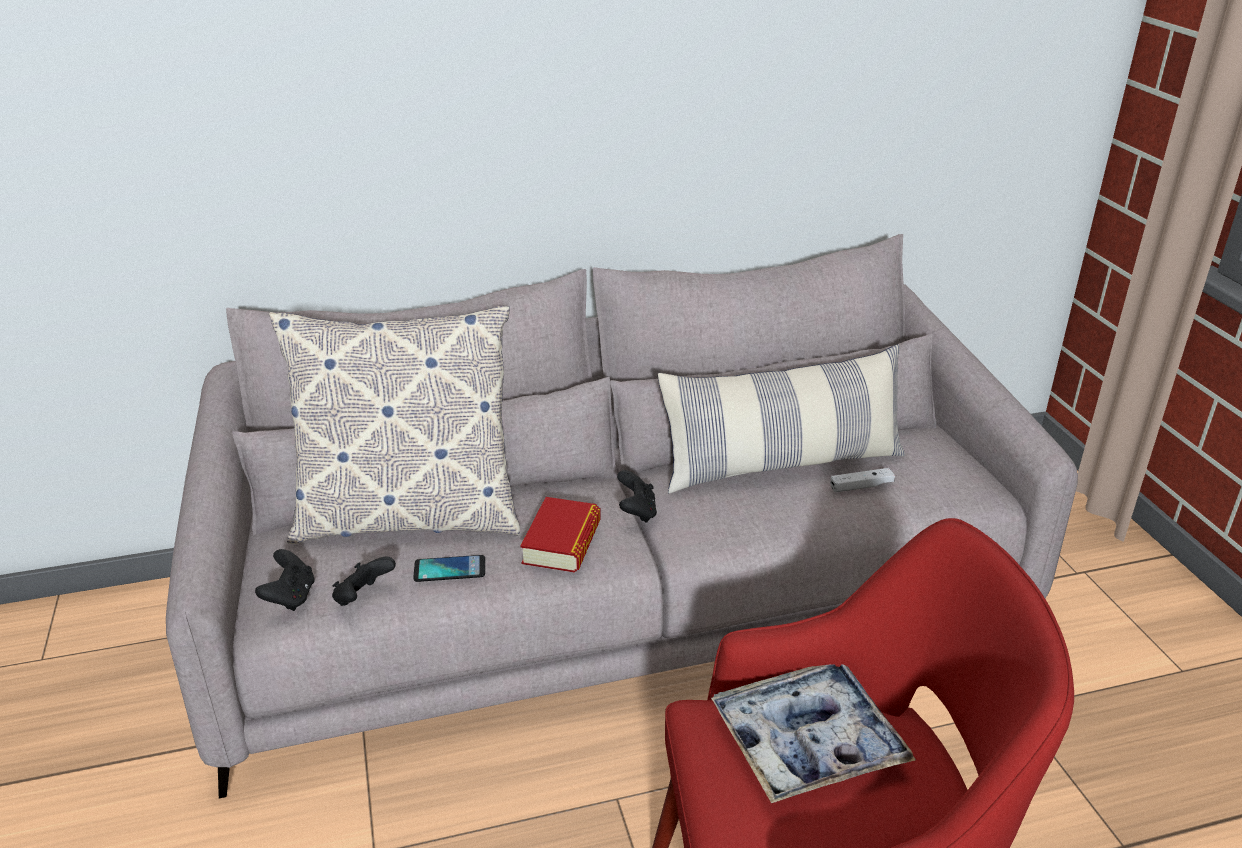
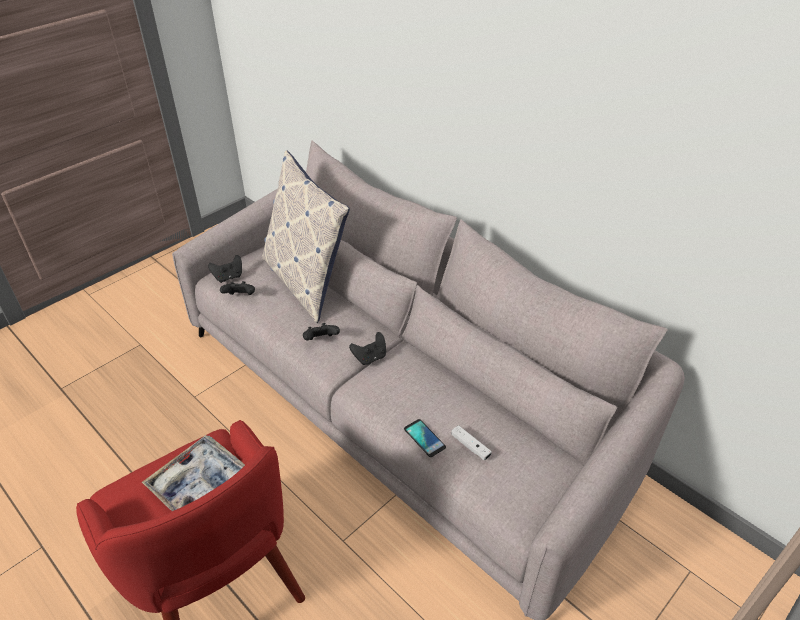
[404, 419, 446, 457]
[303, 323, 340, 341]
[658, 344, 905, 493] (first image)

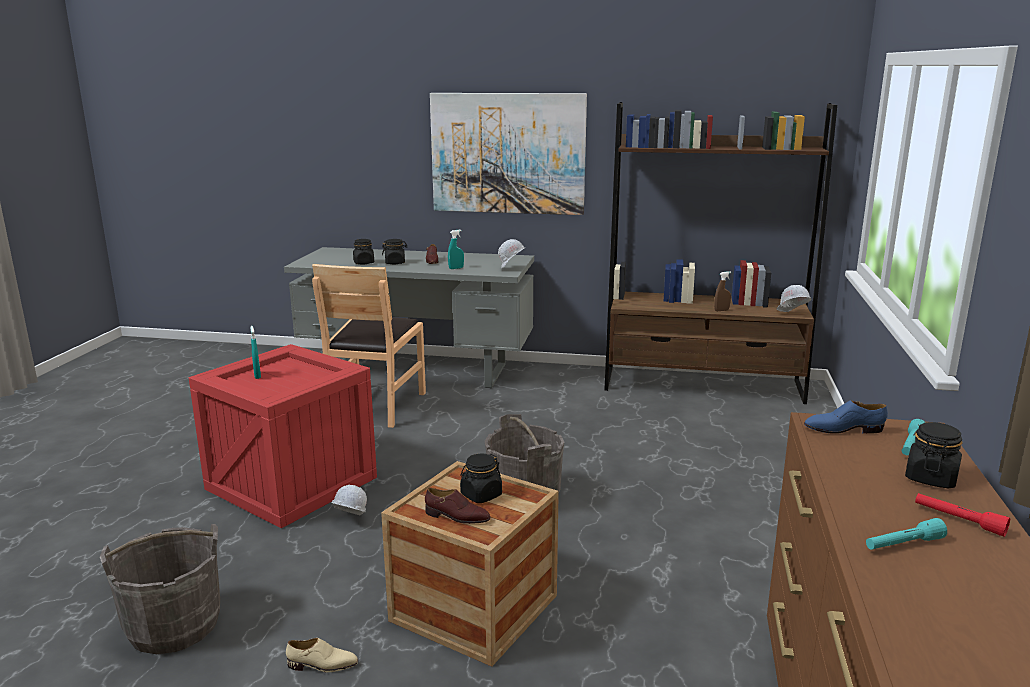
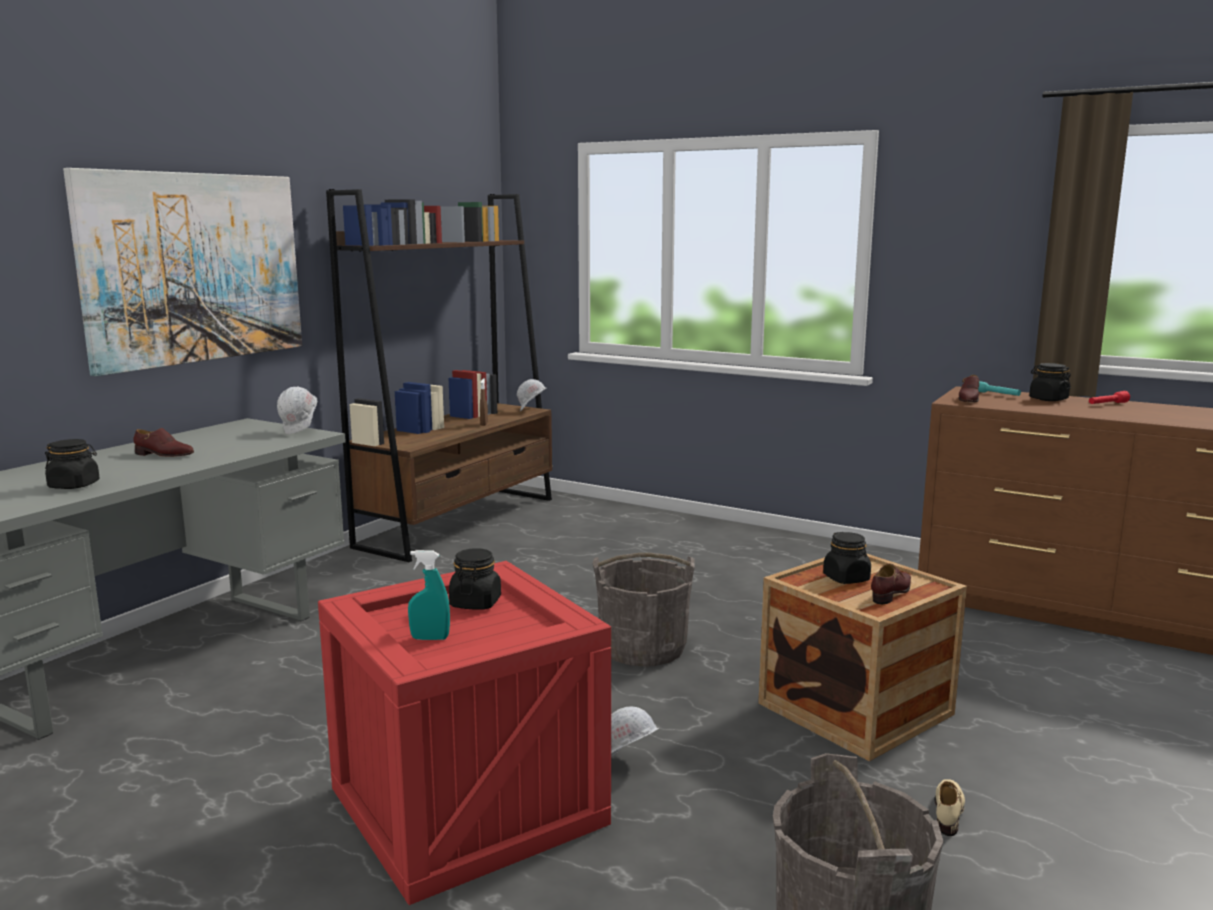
[312, 264, 426, 428] (first image)
[449, 548, 501, 610]
[448, 230, 464, 269] (first image)
[958, 375, 979, 402]
[866, 518, 947, 550] (first image)

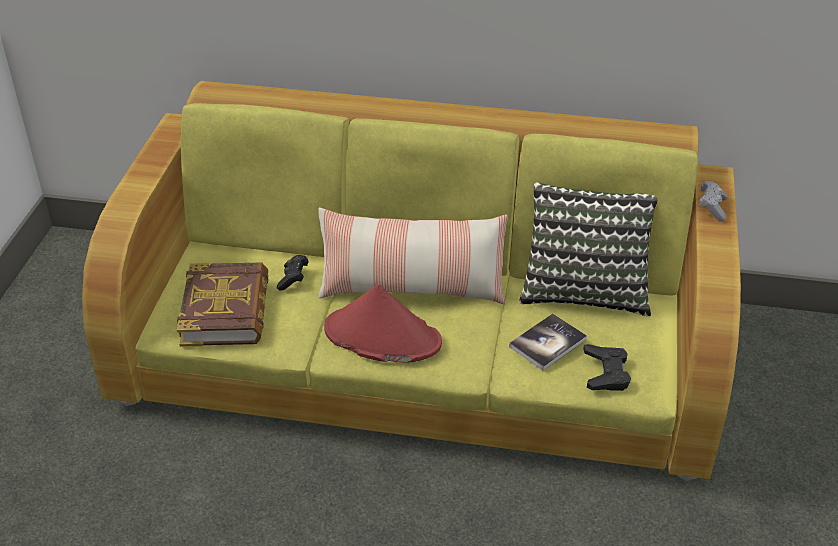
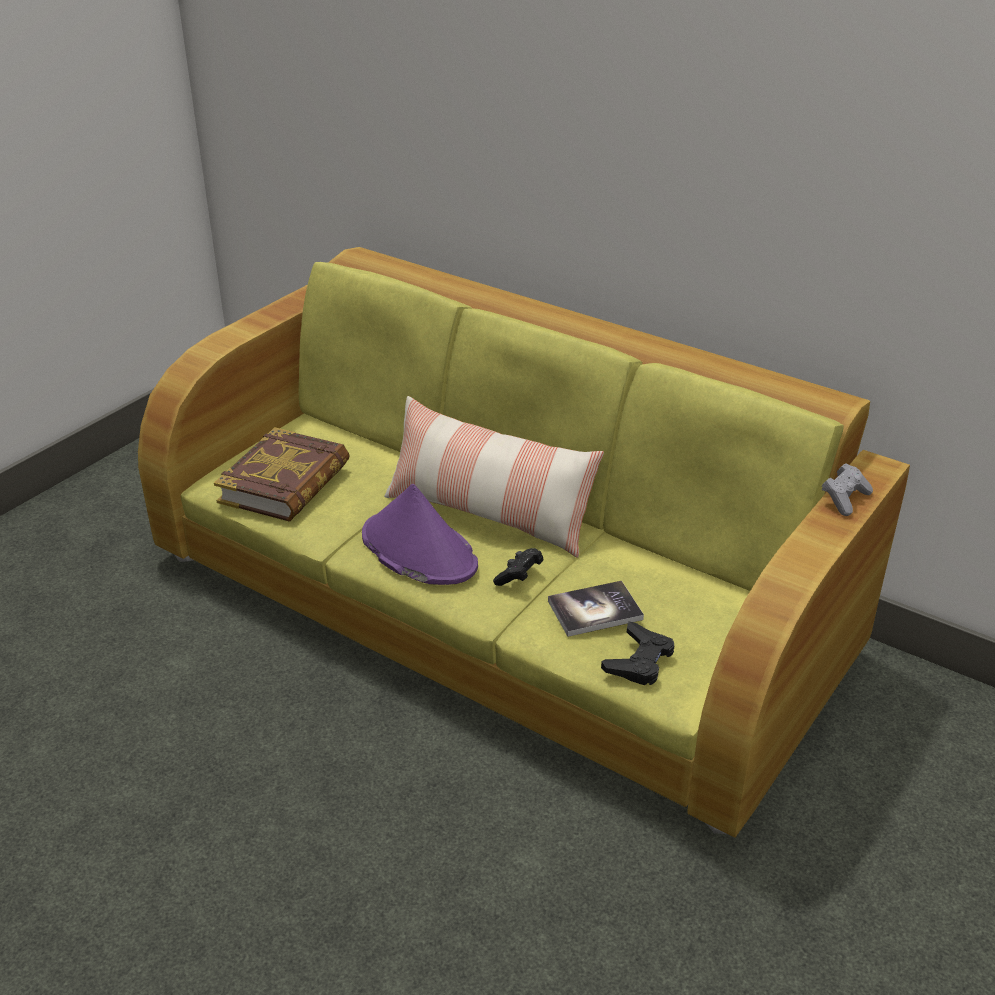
[493, 548, 544, 586]
[362, 484, 478, 585]
[519, 182, 657, 317] (first image)

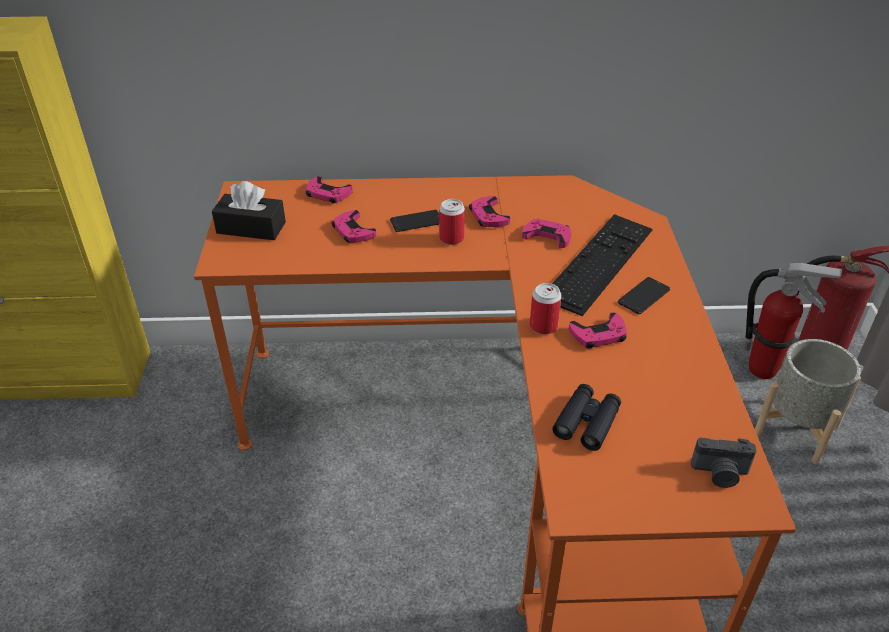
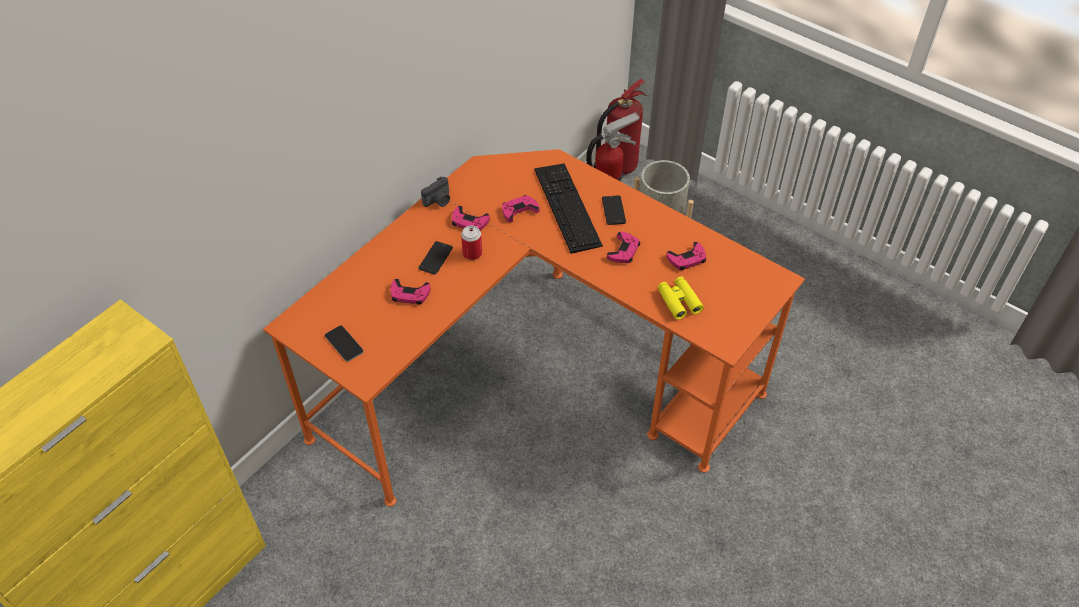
[325, 326, 364, 362]
[666, 242, 706, 270]
[530, 283, 562, 335] (first image)
[658, 277, 704, 320]
[421, 177, 450, 207]

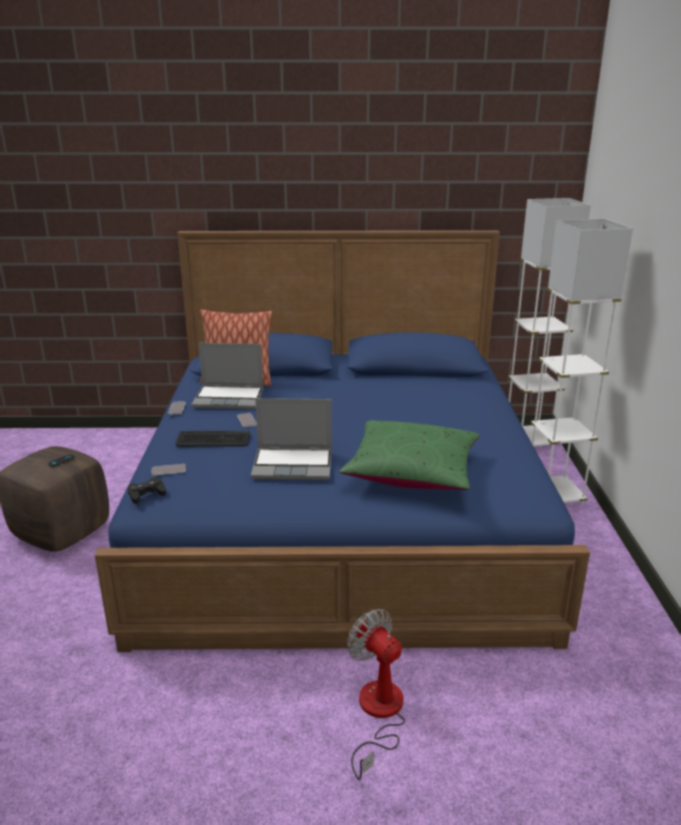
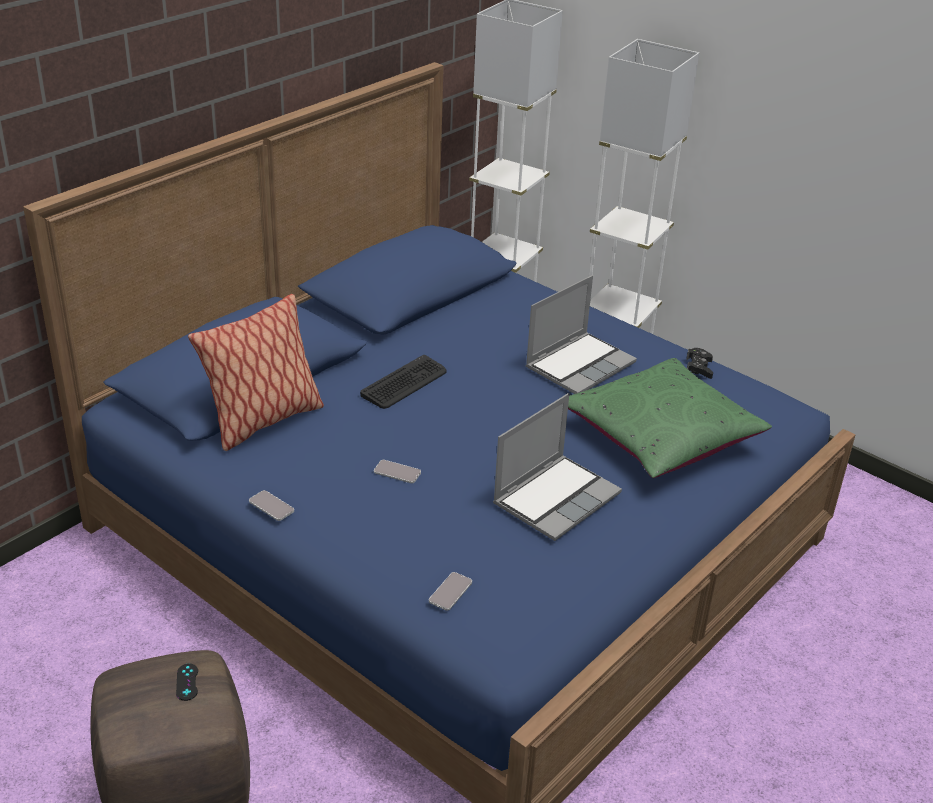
[686, 348, 713, 379]
[360, 355, 447, 409]
[526, 275, 637, 394]
[347, 609, 405, 780] (first image)

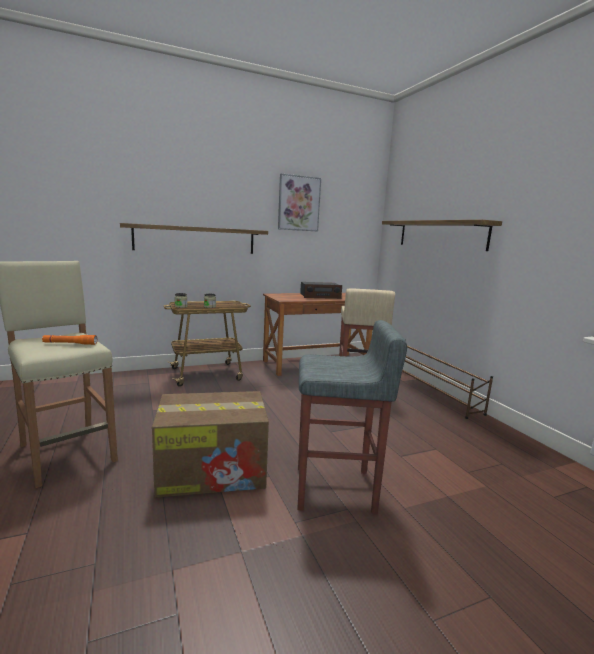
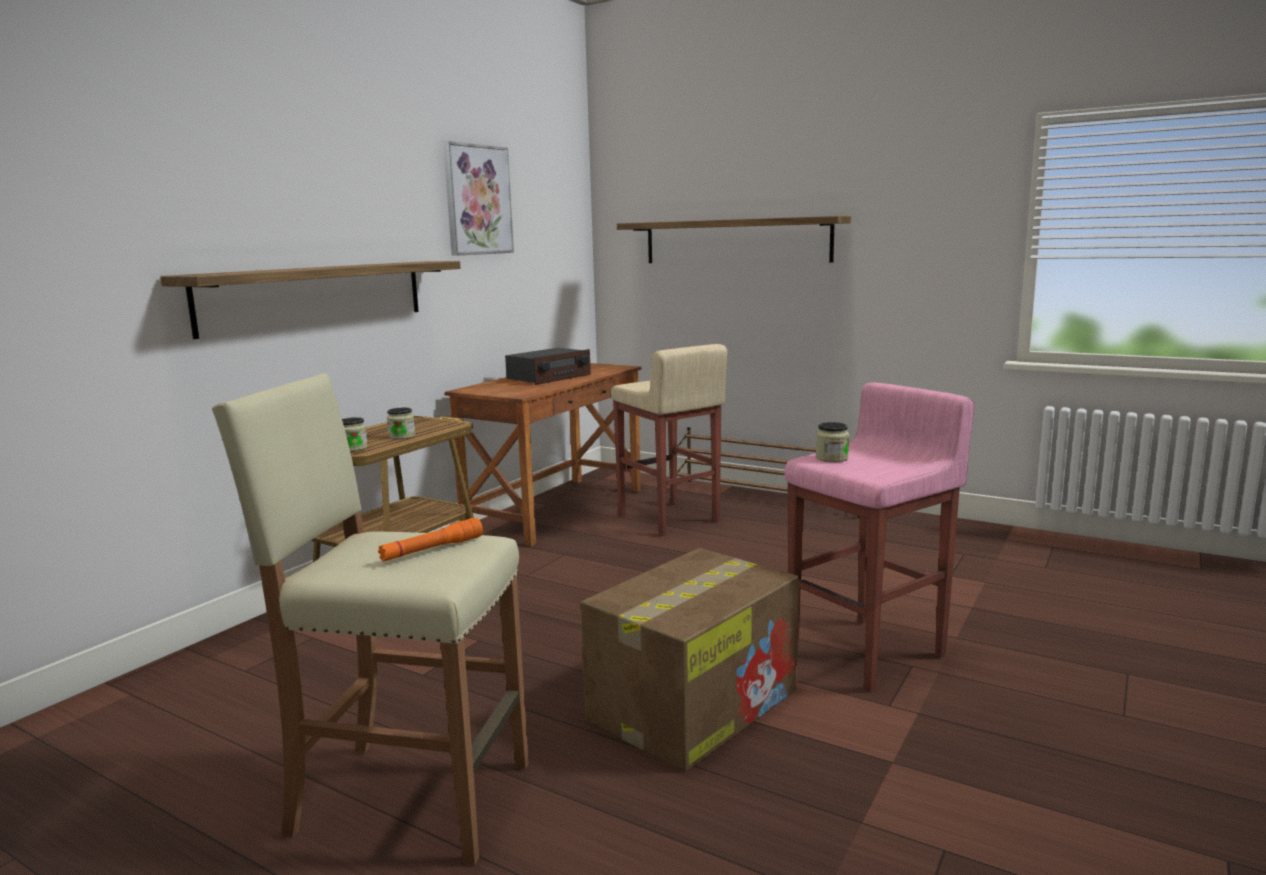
[784, 382, 974, 693]
[816, 422, 849, 462]

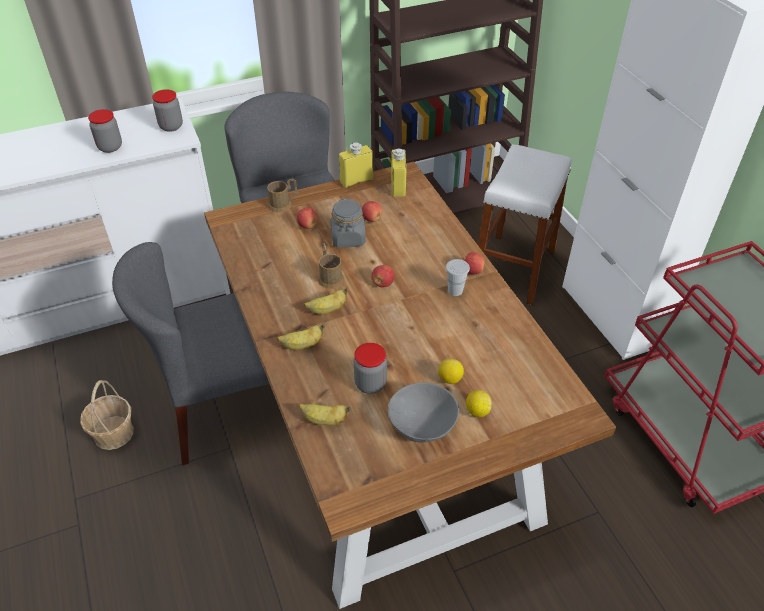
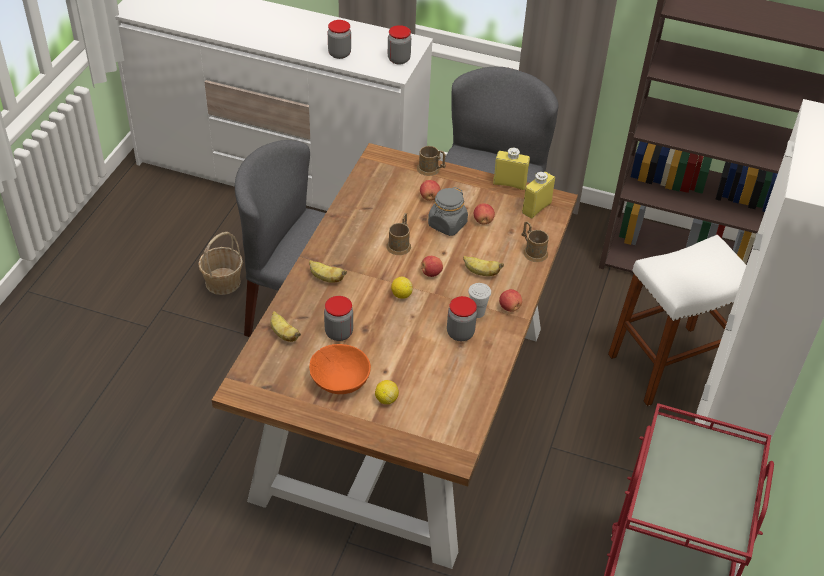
[463, 256, 504, 276]
[309, 344, 371, 394]
[391, 277, 413, 299]
[447, 296, 477, 341]
[522, 221, 549, 262]

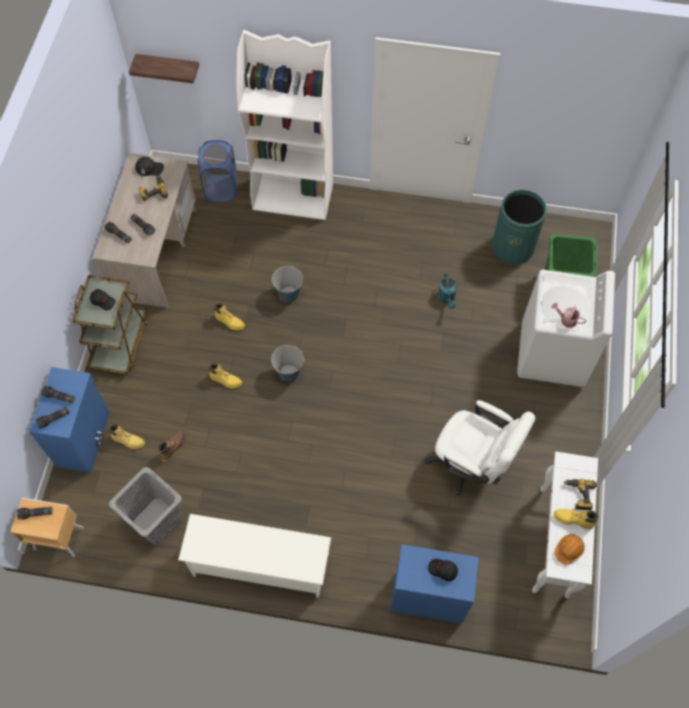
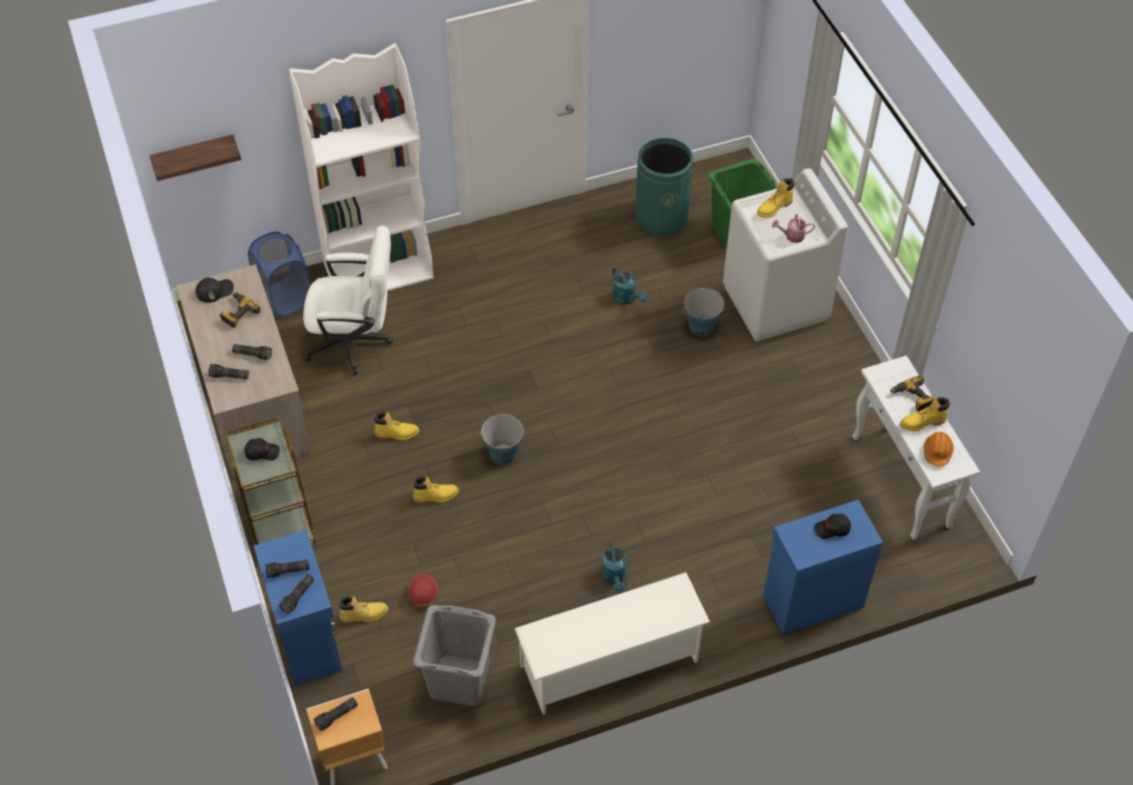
[408, 574, 438, 607]
[683, 288, 724, 336]
[303, 226, 393, 375]
[602, 541, 627, 592]
[757, 178, 795, 218]

